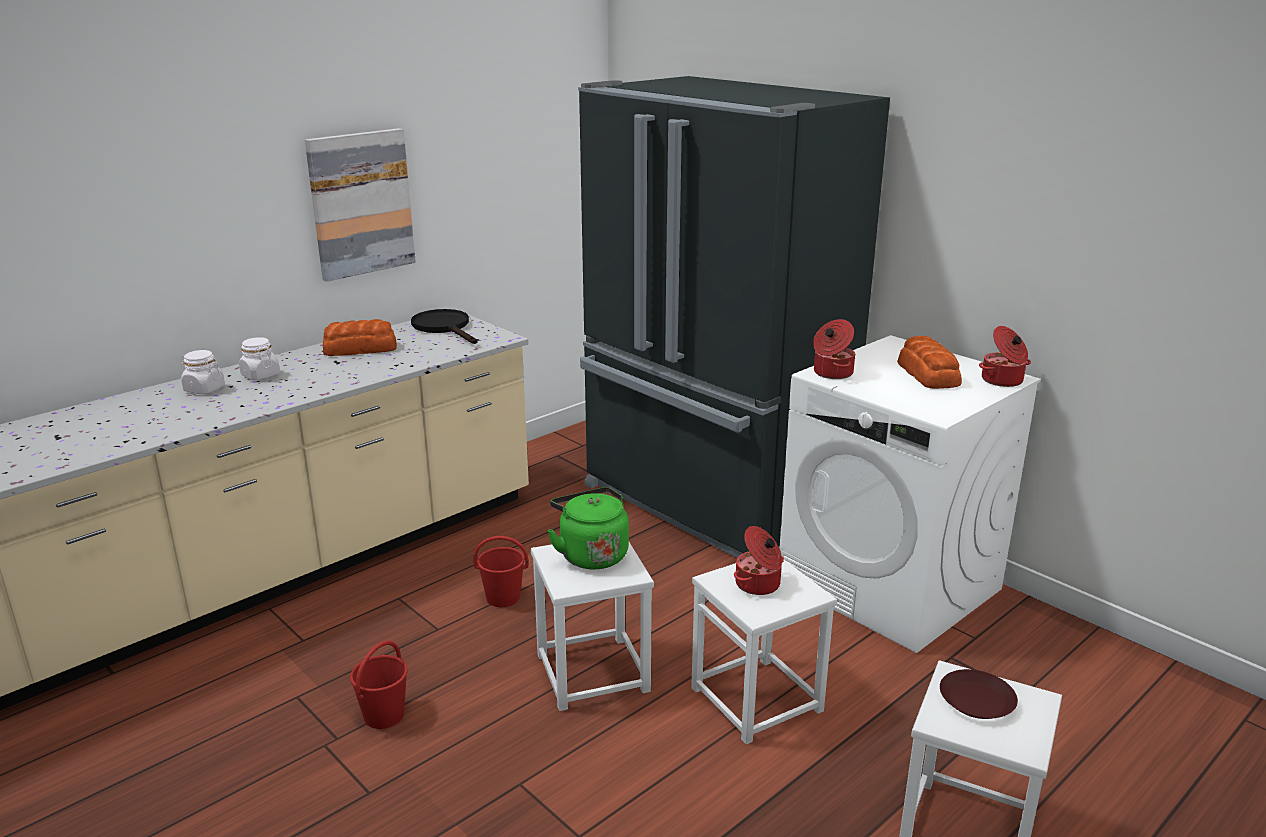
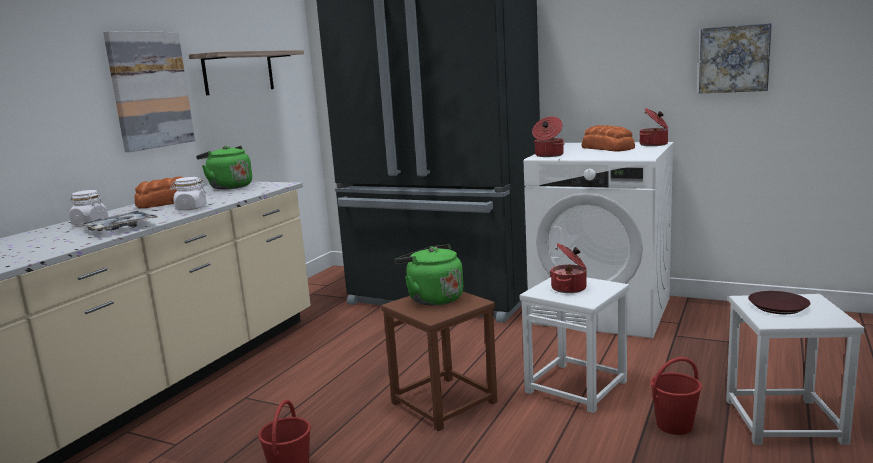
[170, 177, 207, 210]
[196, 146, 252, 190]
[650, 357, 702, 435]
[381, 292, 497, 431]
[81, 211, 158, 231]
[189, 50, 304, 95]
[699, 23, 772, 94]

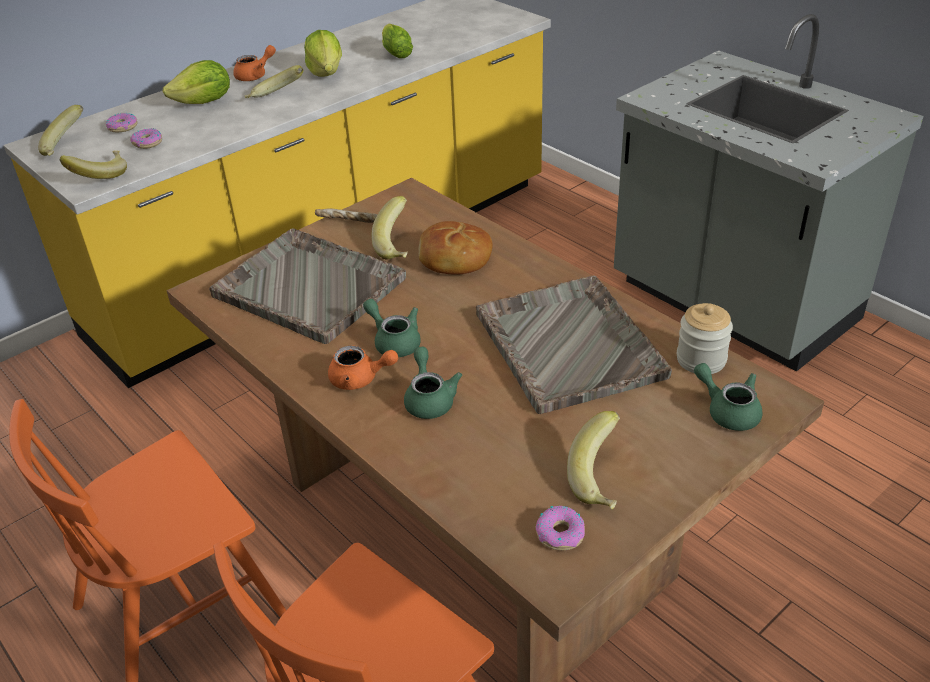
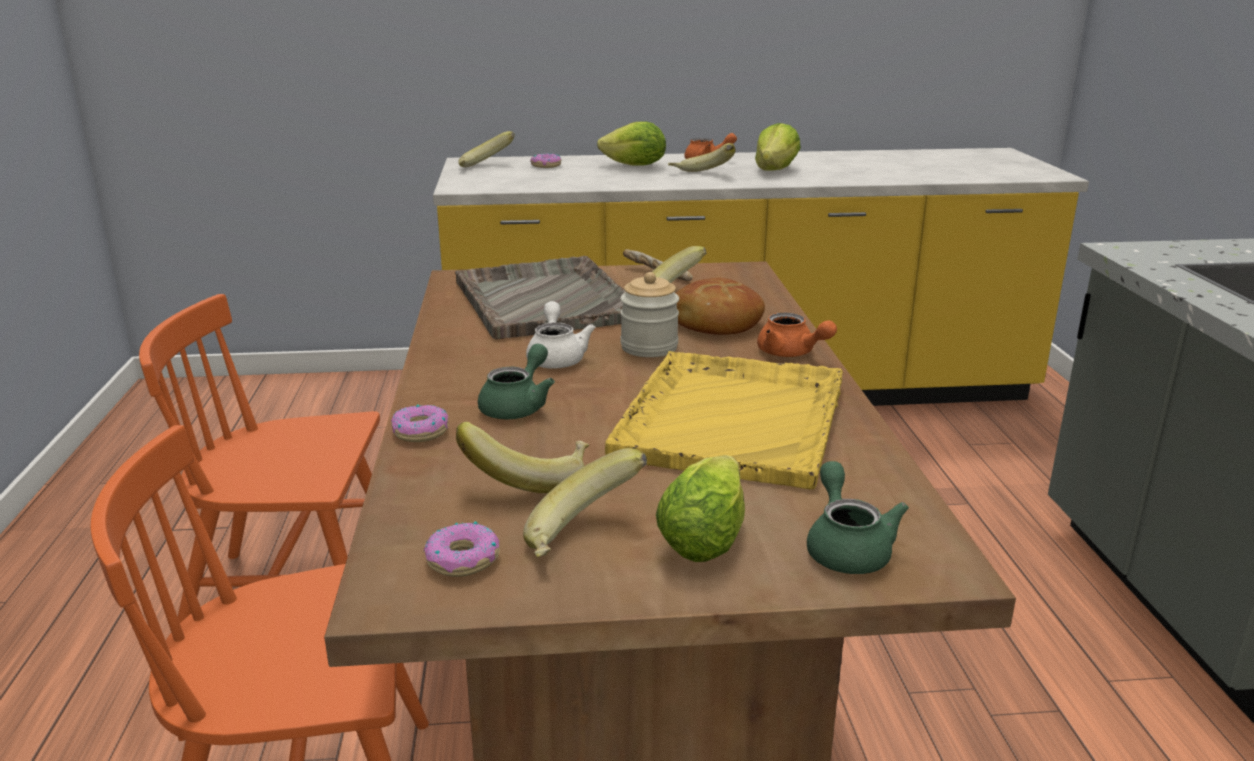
[456, 422, 589, 493]
[391, 404, 448, 442]
[757, 313, 837, 357]
[526, 301, 596, 369]
[656, 455, 745, 562]
[605, 351, 843, 489]
[620, 272, 679, 357]

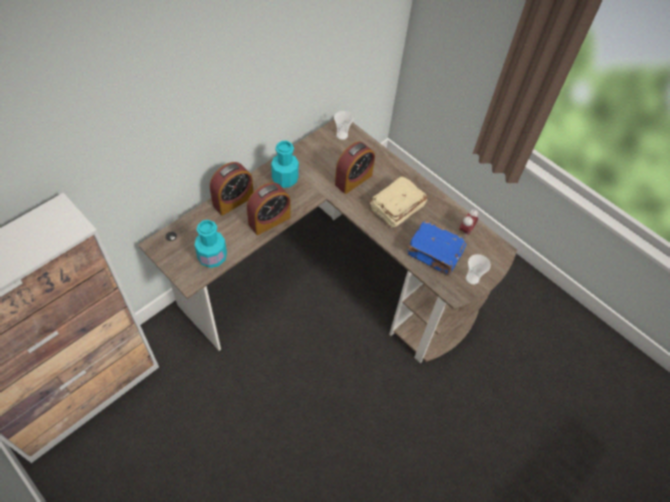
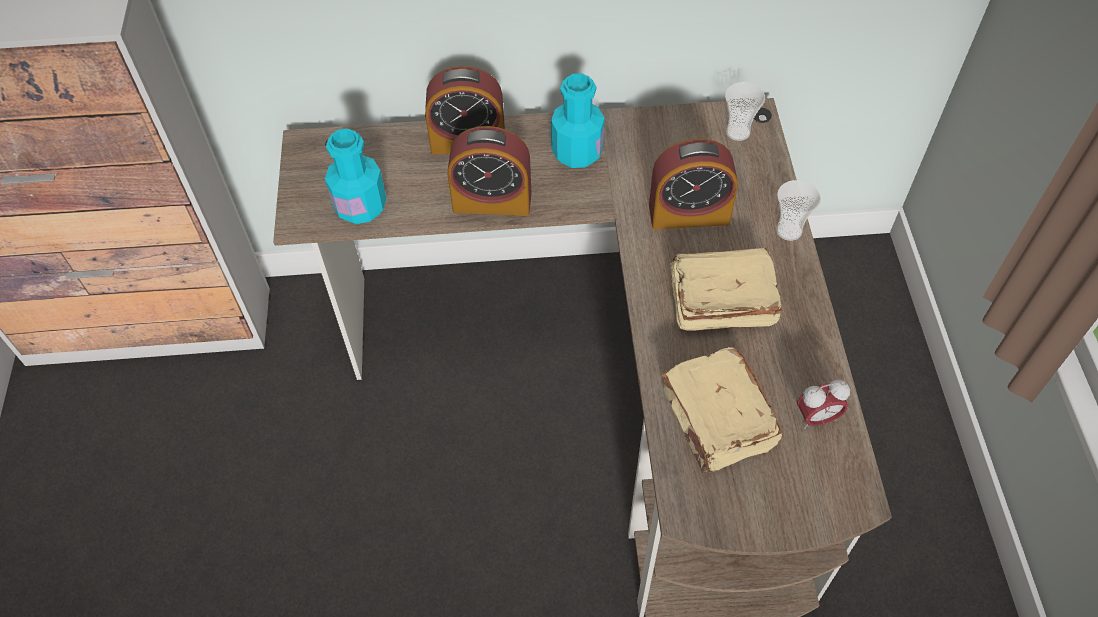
[661, 347, 782, 473]
[776, 180, 821, 241]

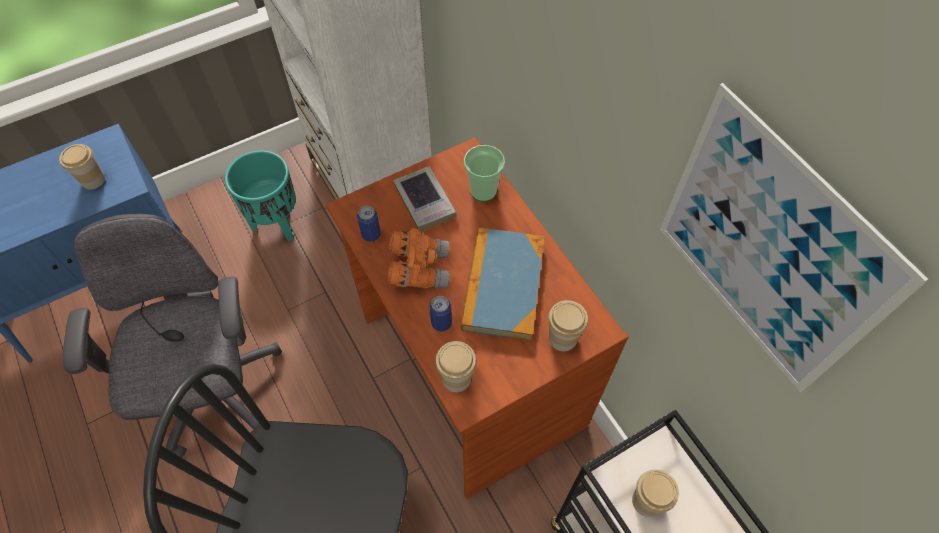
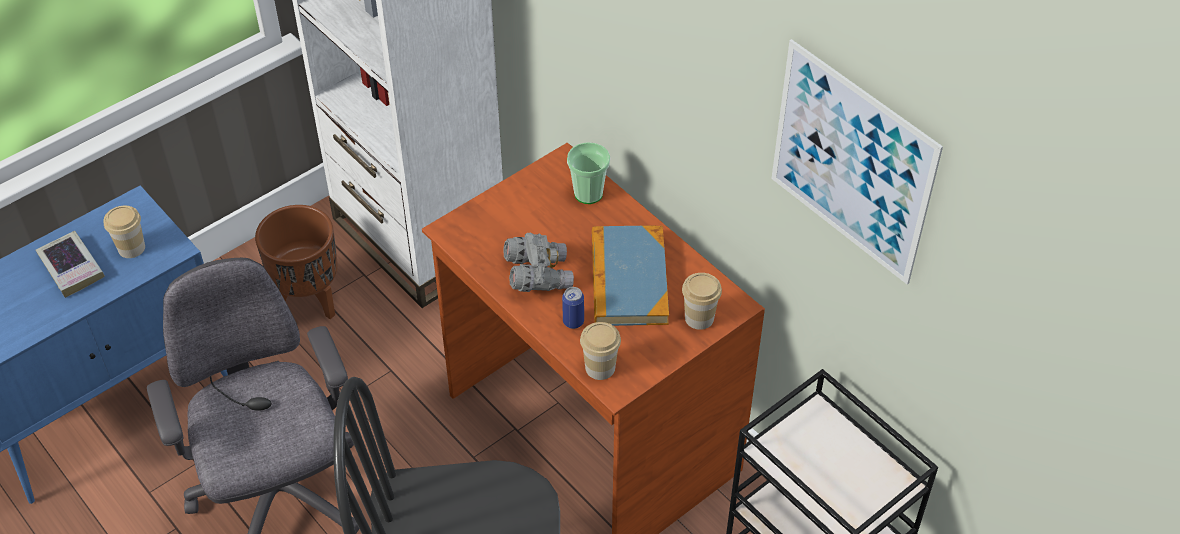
[255, 205, 338, 319]
[357, 206, 381, 242] (first image)
[503, 233, 574, 292]
[36, 231, 105, 298]
[632, 469, 679, 517] (first image)

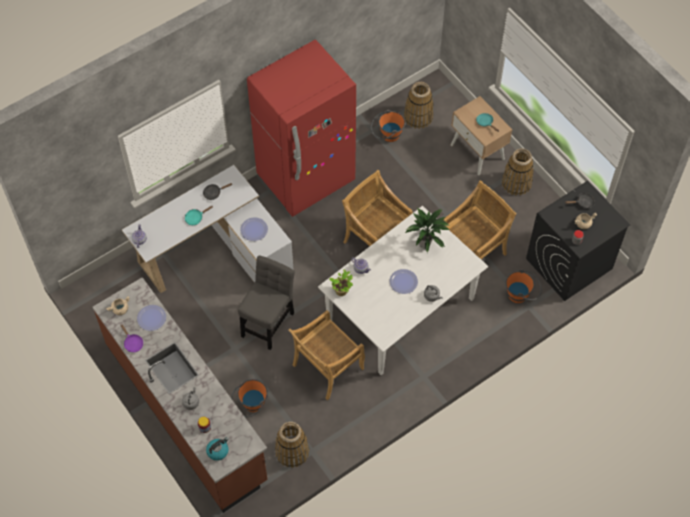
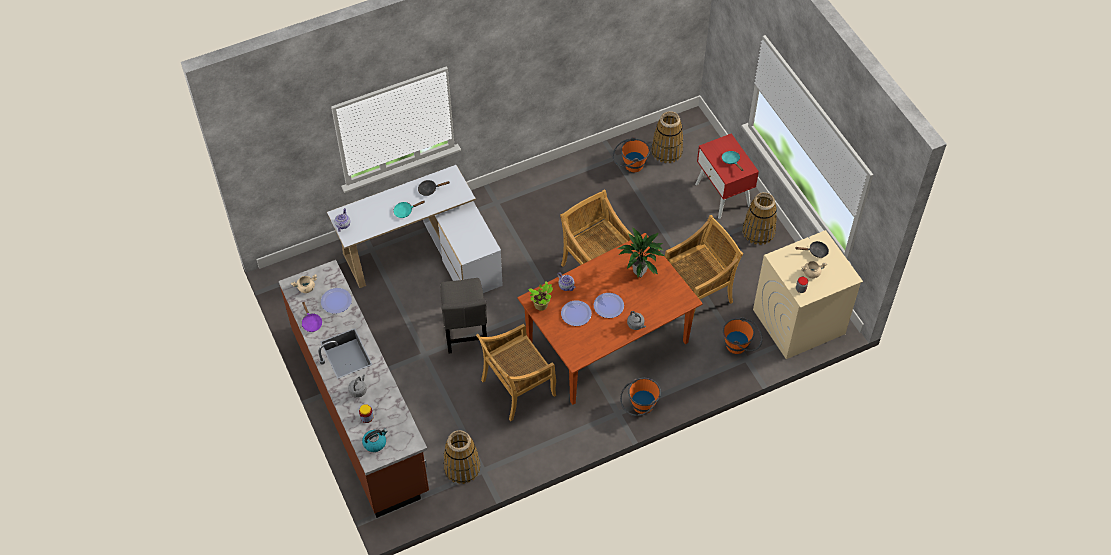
[620, 378, 661, 416]
[440, 278, 487, 353]
[561, 300, 592, 326]
[247, 40, 356, 217] (first image)
[518, 233, 702, 405]
[695, 133, 759, 219]
[753, 230, 863, 359]

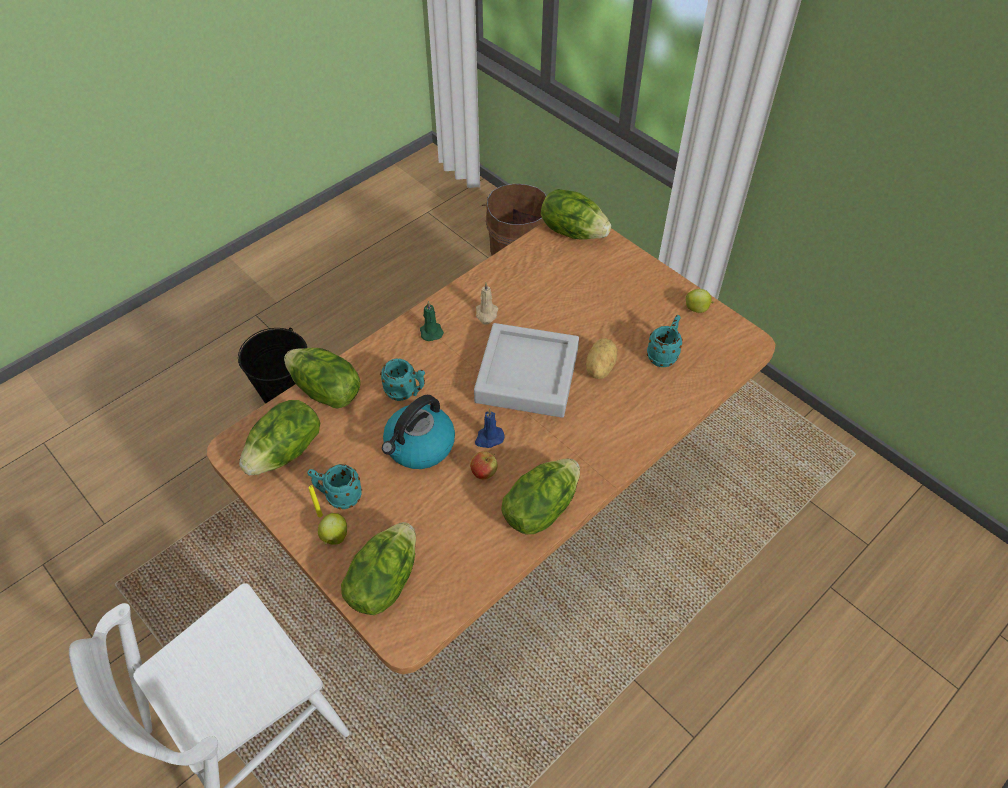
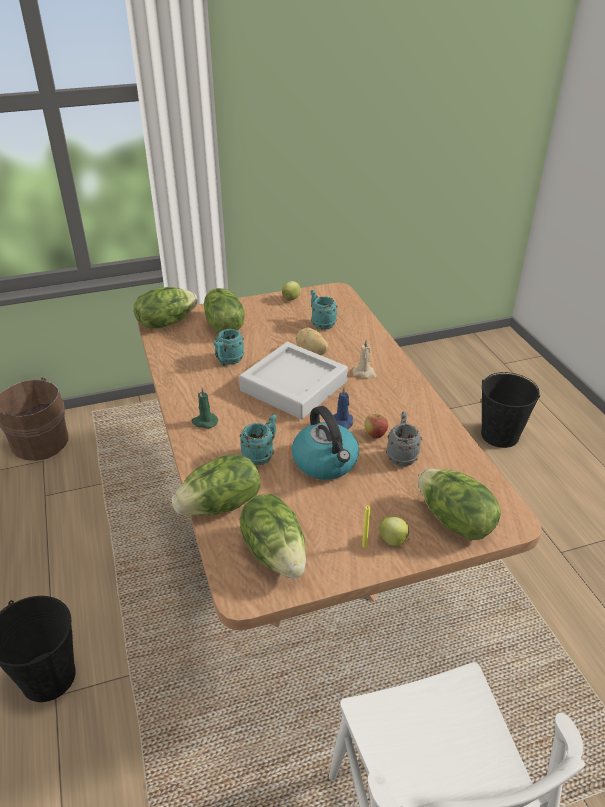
[213, 329, 244, 366]
[353, 339, 377, 378]
[204, 288, 245, 333]
[386, 412, 422, 466]
[481, 372, 540, 448]

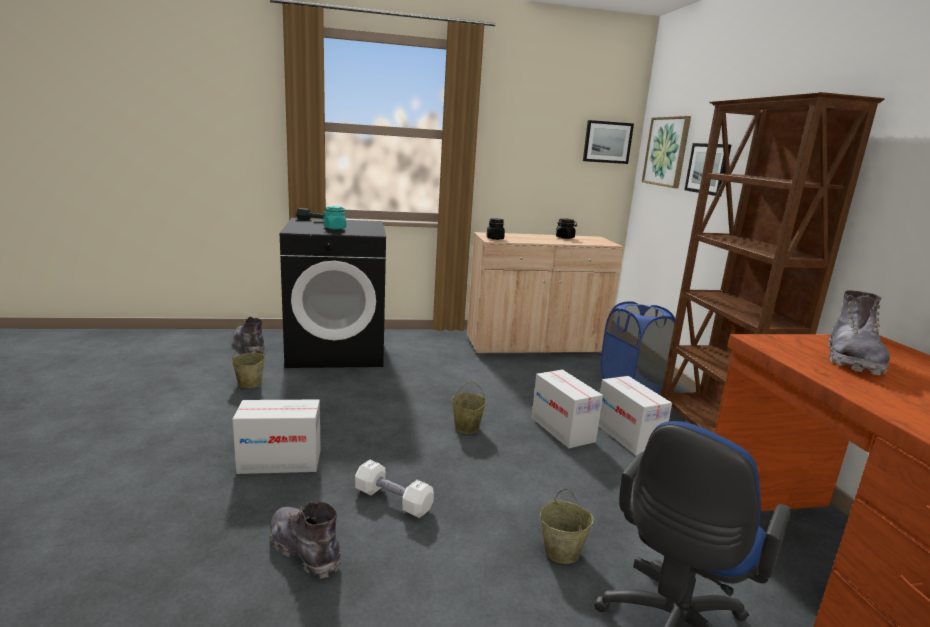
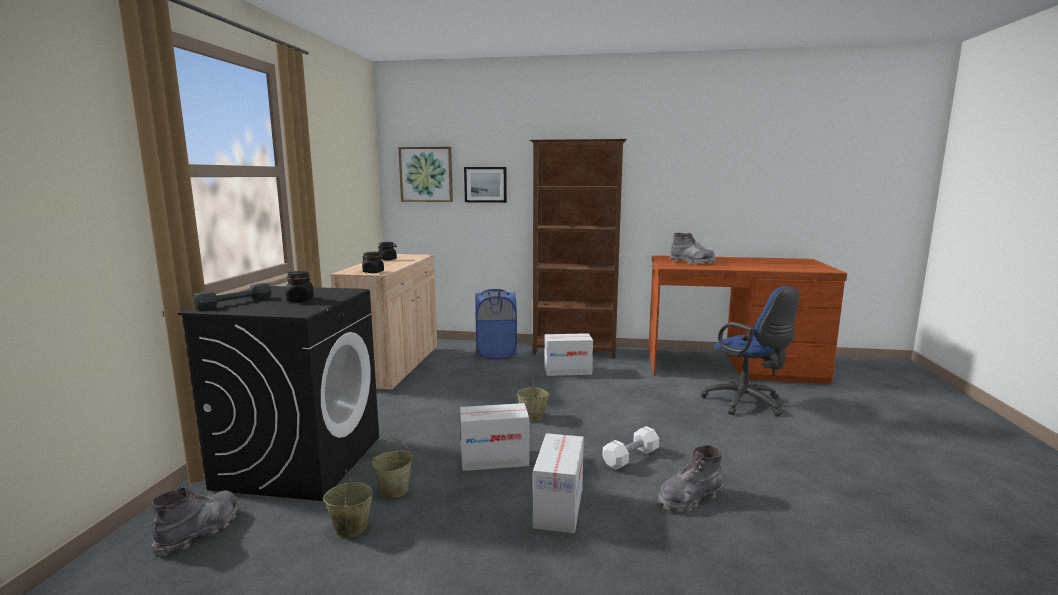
[152, 487, 239, 556]
[286, 271, 314, 302]
[460, 403, 529, 471]
[372, 438, 413, 498]
[583, 120, 634, 164] (first image)

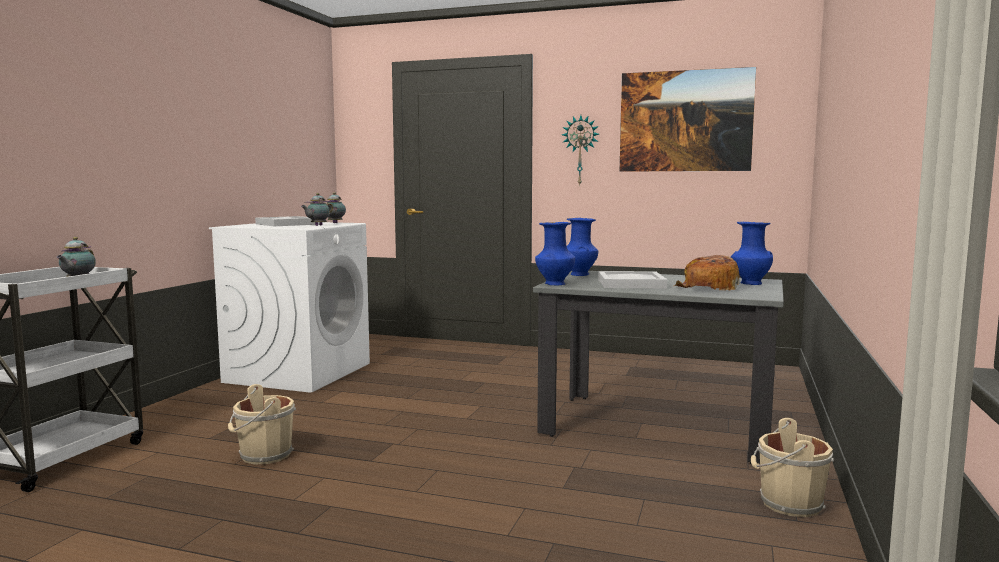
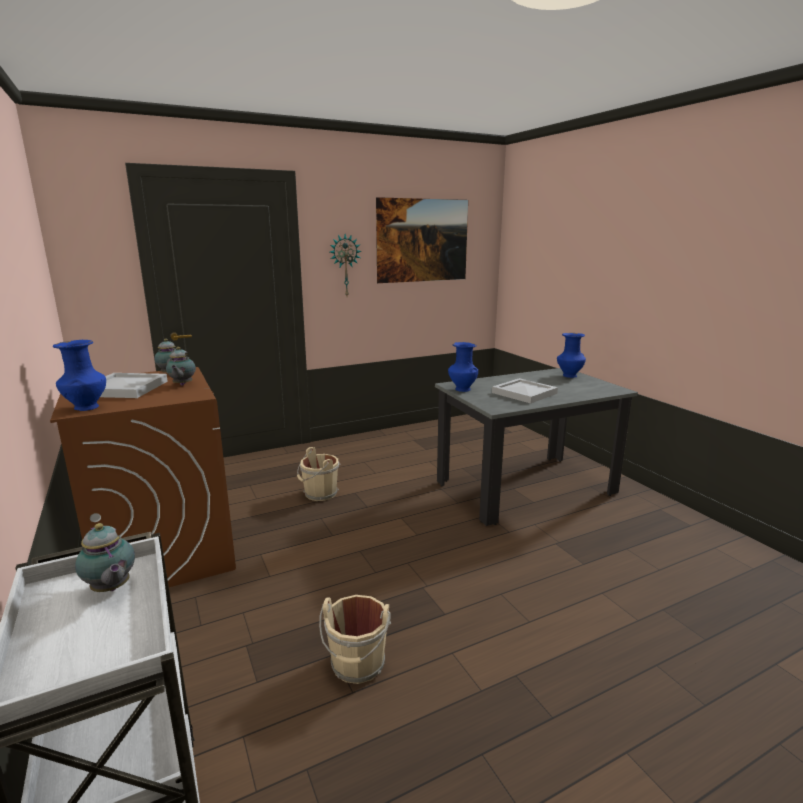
[50, 367, 236, 587]
[53, 340, 106, 411]
[674, 255, 739, 291] (first image)
[297, 447, 341, 501]

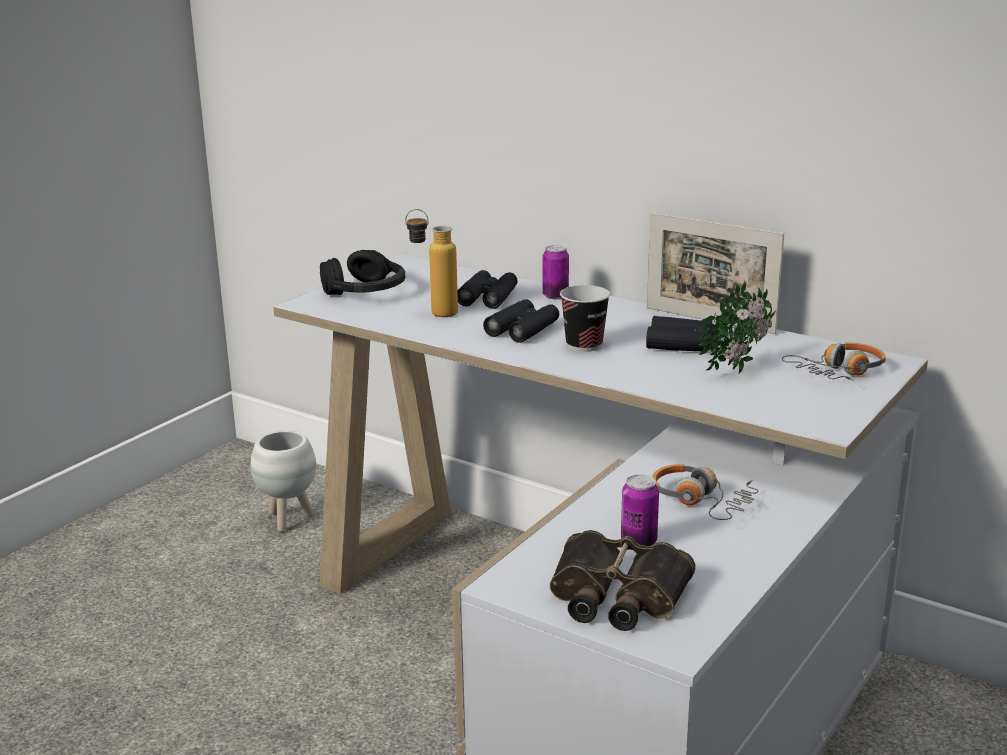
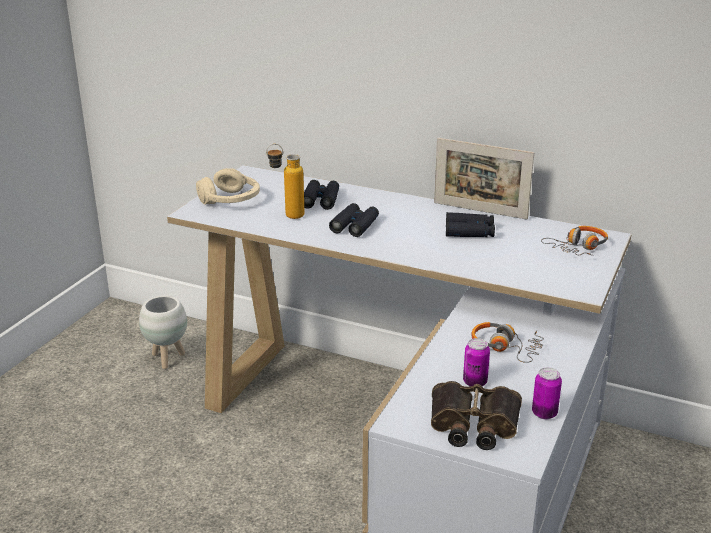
[196, 168, 260, 204]
[532, 367, 562, 419]
[560, 285, 610, 352] (first image)
[698, 281, 776, 373] (first image)

